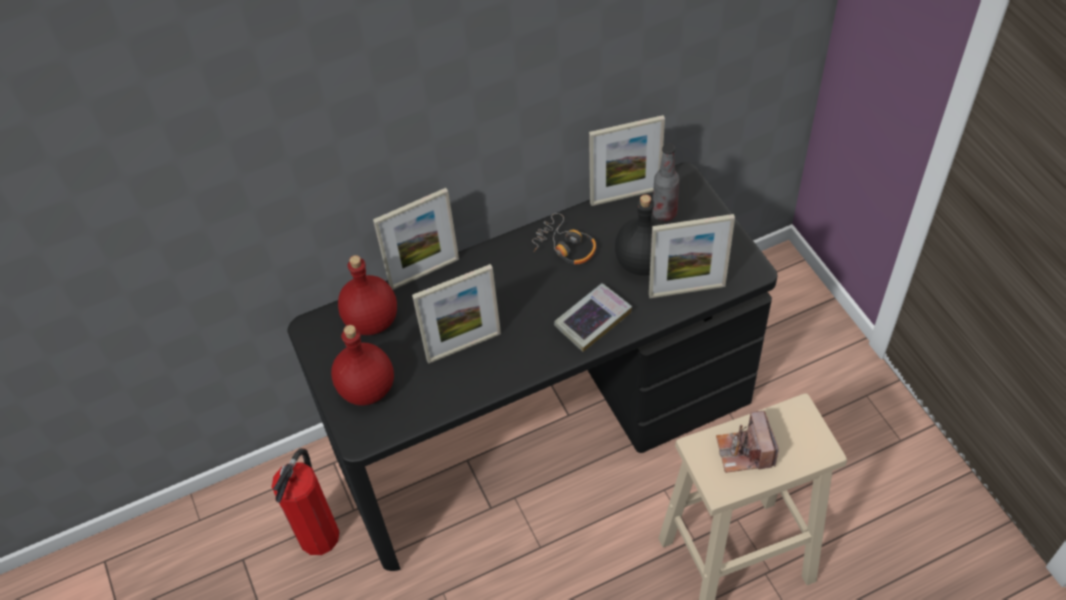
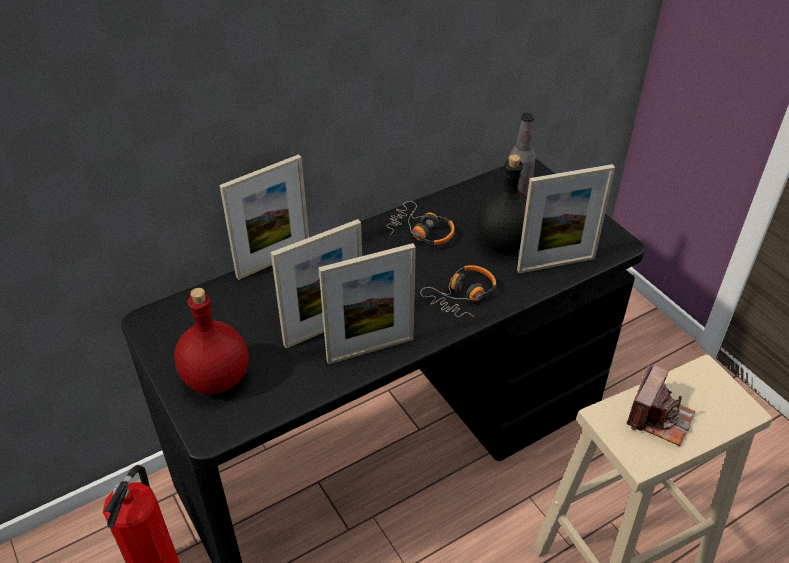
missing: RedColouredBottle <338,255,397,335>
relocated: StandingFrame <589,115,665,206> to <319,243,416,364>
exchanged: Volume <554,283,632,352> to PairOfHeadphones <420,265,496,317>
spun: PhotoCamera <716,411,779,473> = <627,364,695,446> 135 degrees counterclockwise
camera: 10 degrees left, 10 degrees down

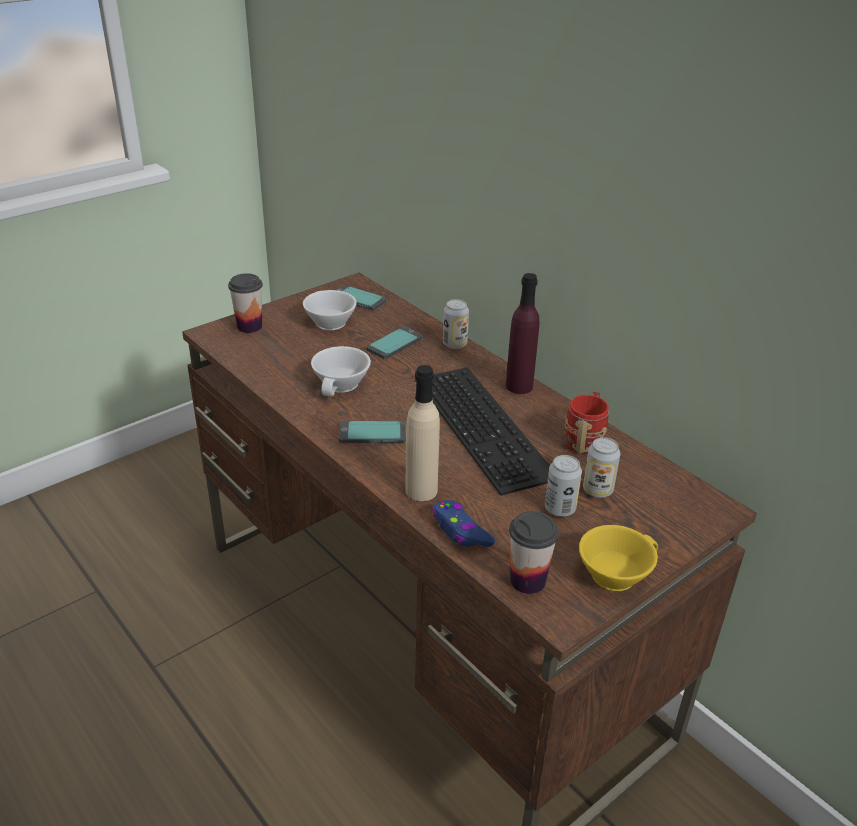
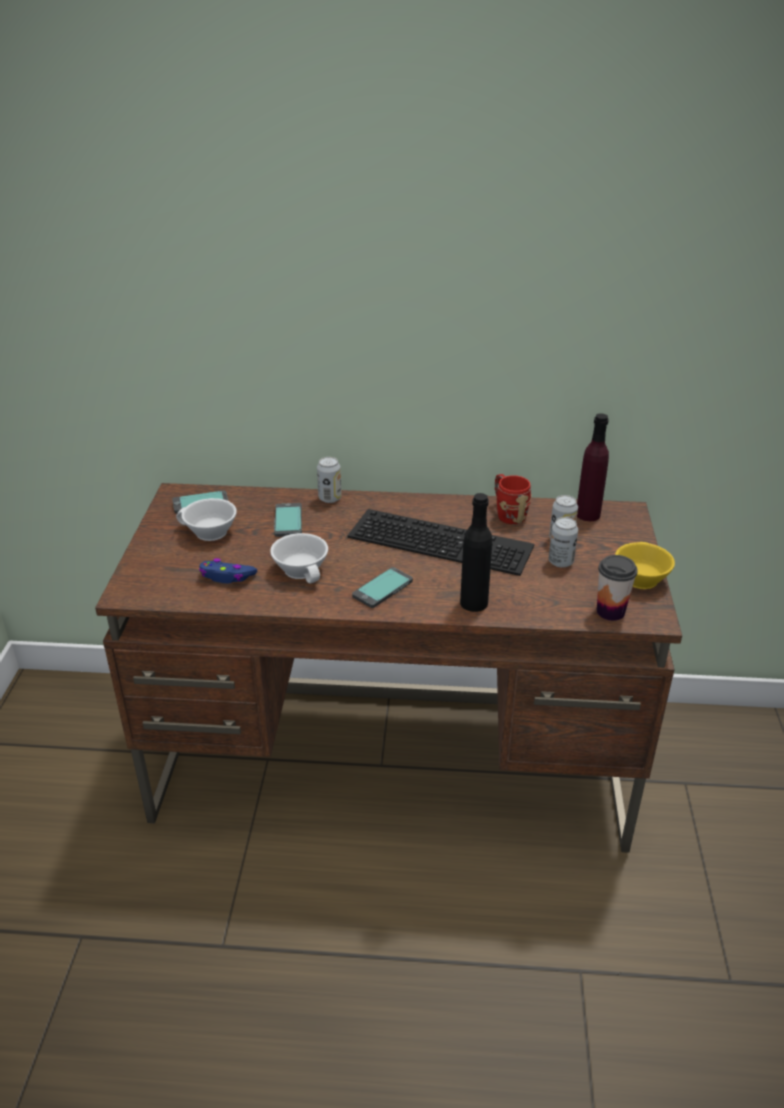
missing: DrinkingCup <228,273,263,333>
relocated: BlueGameController <432,500,495,547> to <199,558,257,583>; PurpleBottle <506,273,539,394> to <577,413,609,521>
colour: BeigeBottle <406,365,440,501> to BlackishBottle <460,493,492,612>
camera: 45 degrees left, 0 degrees up

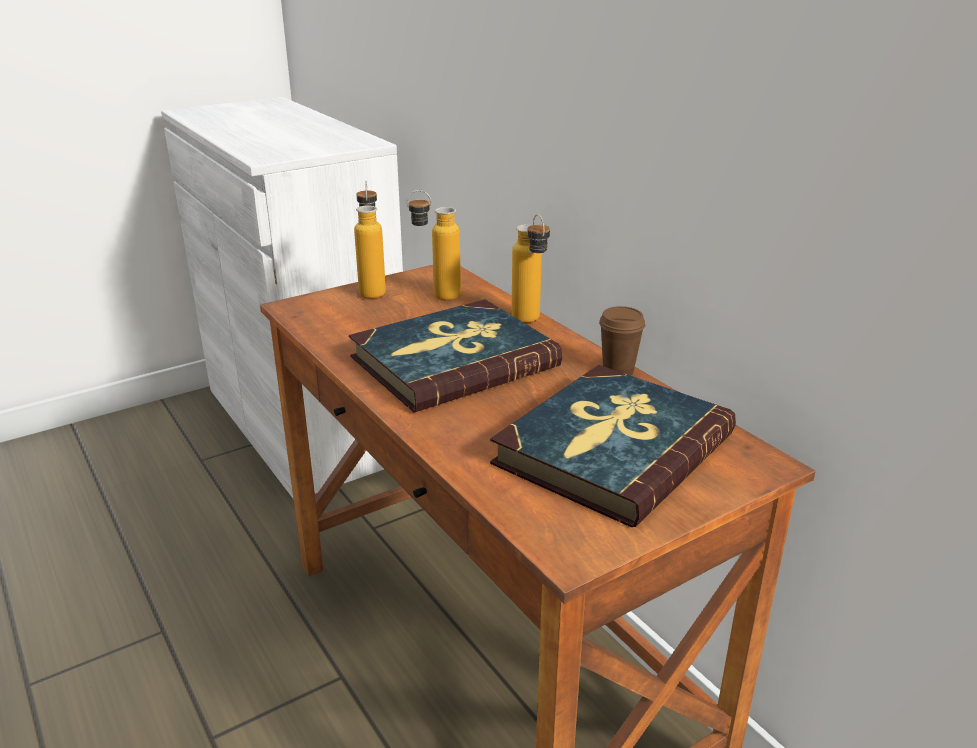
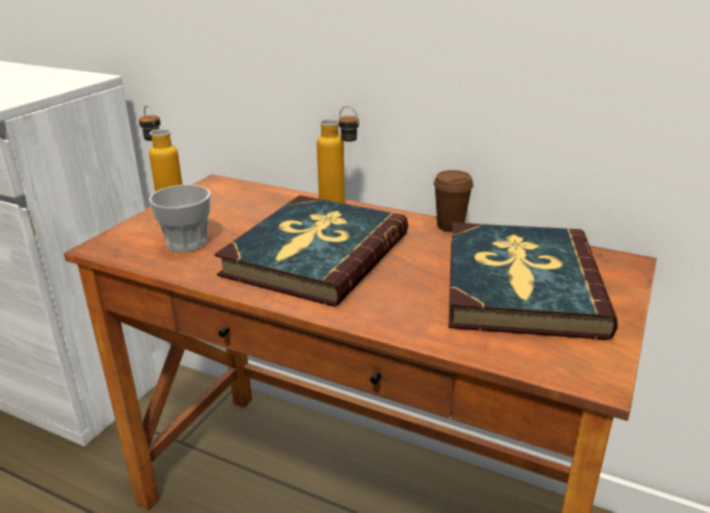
missing: Bottle <407,190,461,301>
appeared: DrinkingCup <149,185,211,252>
camera: 30 degrees left, 0 degrees up

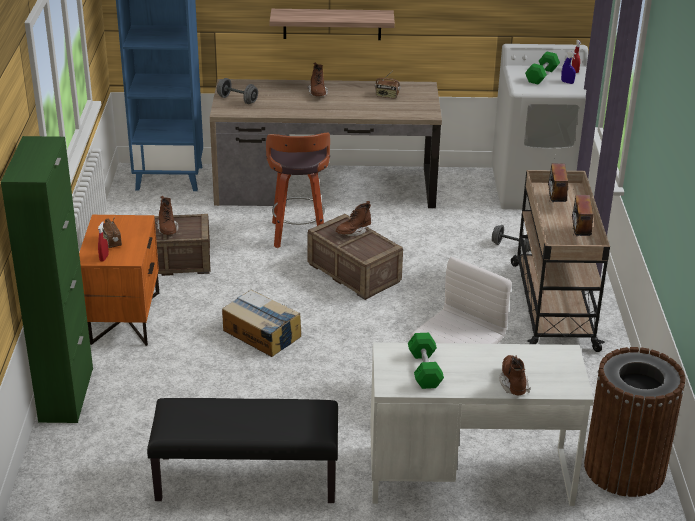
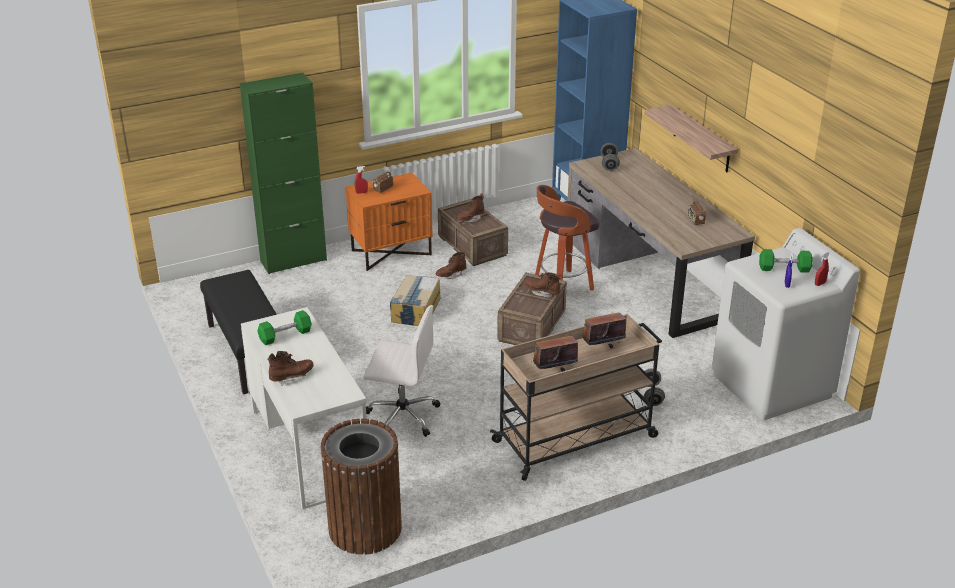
relocated: BrownishBoot <307,63,328,97> to <436,250,467,279>
camera: 65 degrees right, 0 degrees up

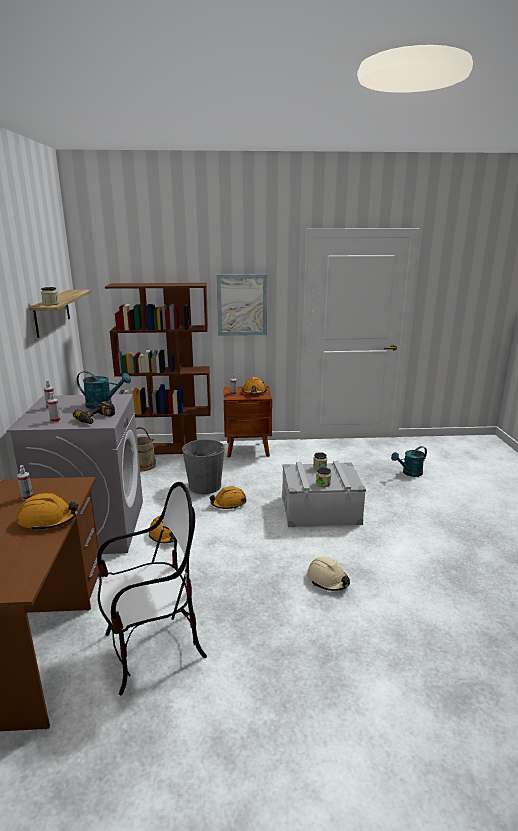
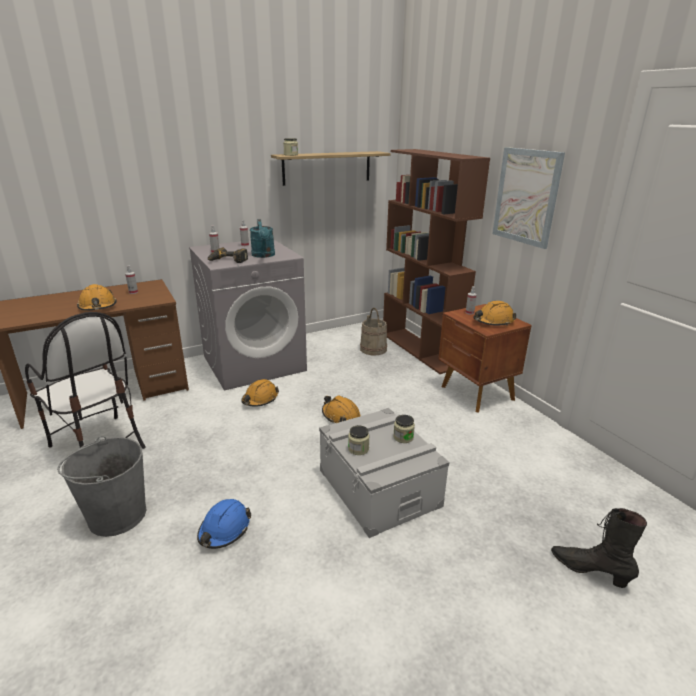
relocated: GrayBucket <182,439,225,494> to <57,436,146,537>
exchanged: BlueGreenWateringCan <391,446,427,477> to BlackishBoot <551,508,647,588>
colour: BeigeHardHat <307,557,350,591> to BlueHardHat <197,499,251,549>
camera: 65 degrees right, 5 degrees up

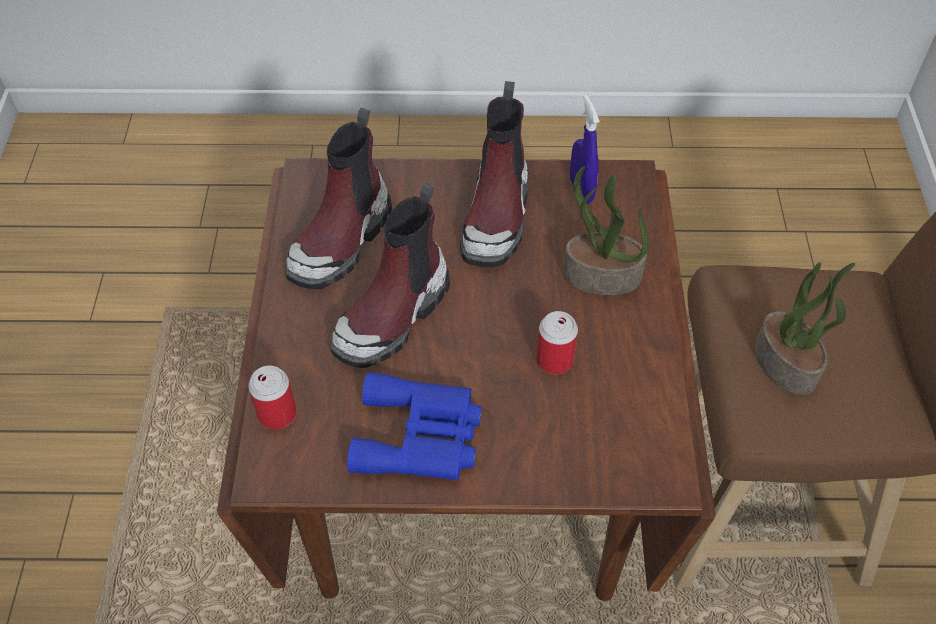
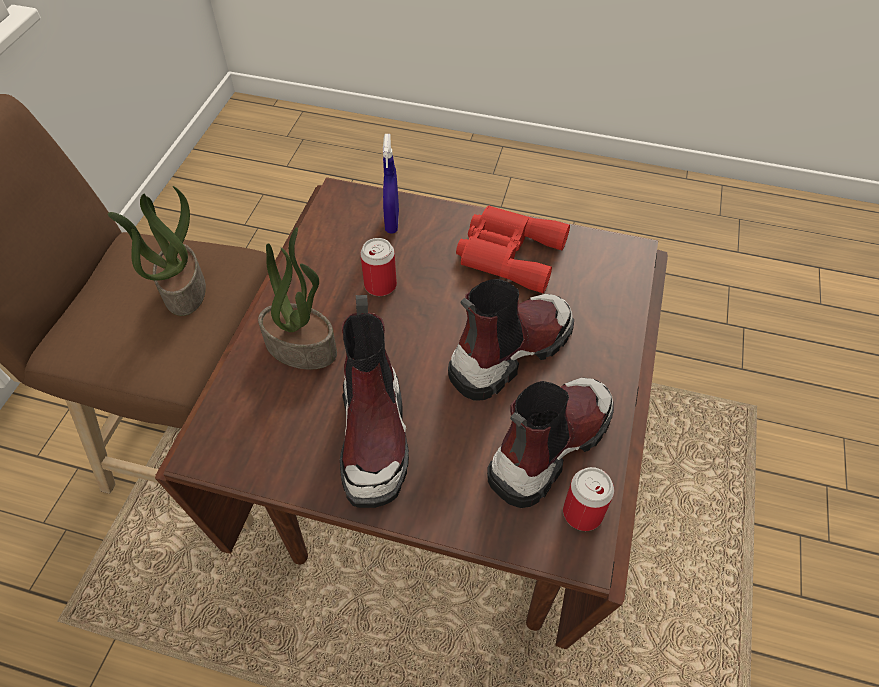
relocated: MetalCan <248,365,296,430> to <563,467,614,531>; BlueSprayer <570,94,600,204> to <383,134,399,234>
colour: BlueBinoculars <347,372,482,480> to RedColouredBinoculars <456,206,570,293>
spun: Boot <460,81,529,267> = <340,295,409,508> 150 degrees clockwise
camera: 165 degrees left, 0 degrees up

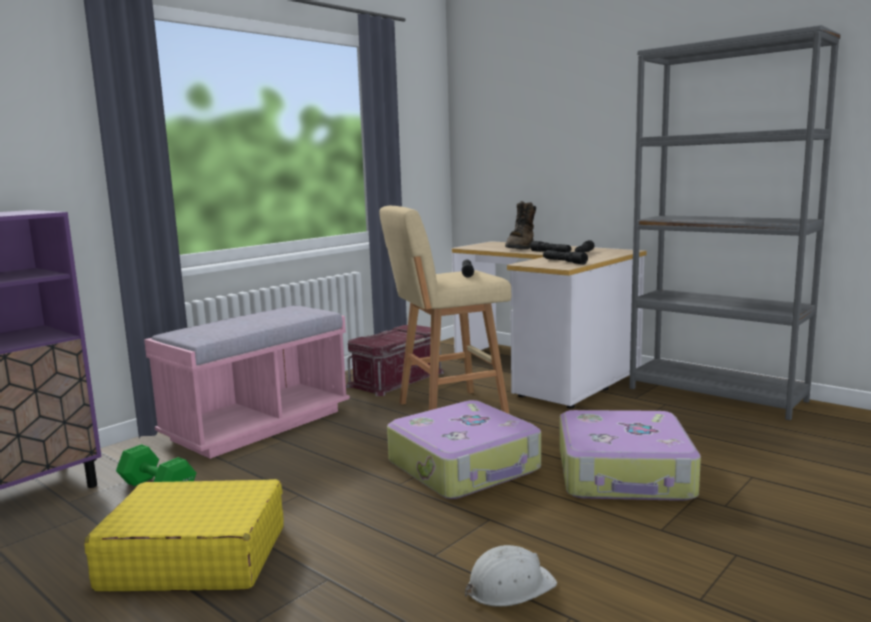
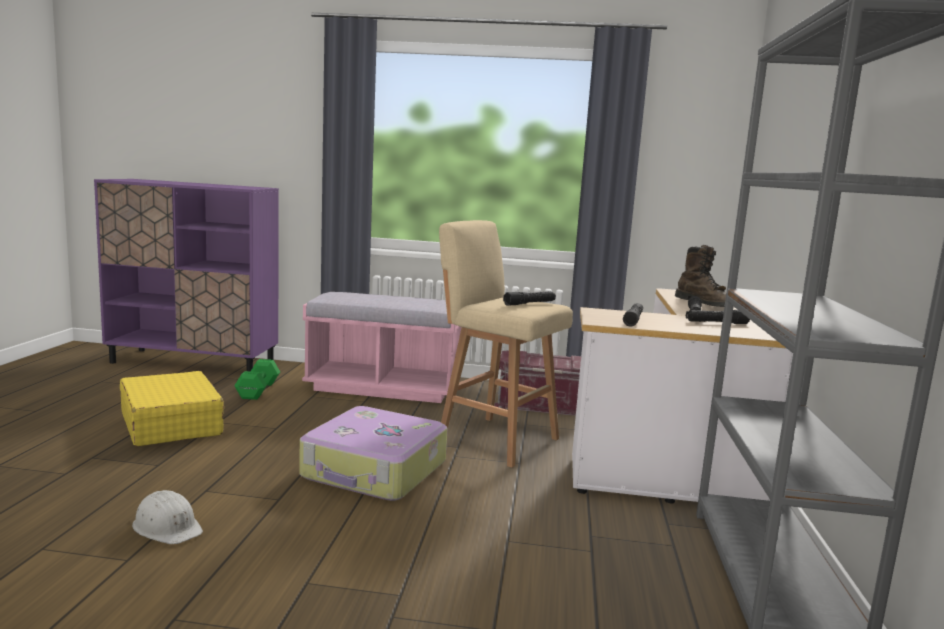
missing: Suitcase <560,410,701,501>
spun: BrownishBoot <505,201,536,249> = <675,245,726,307> 105 degrees counterclockwise
camera: 55 degrees right, 0 degrees up

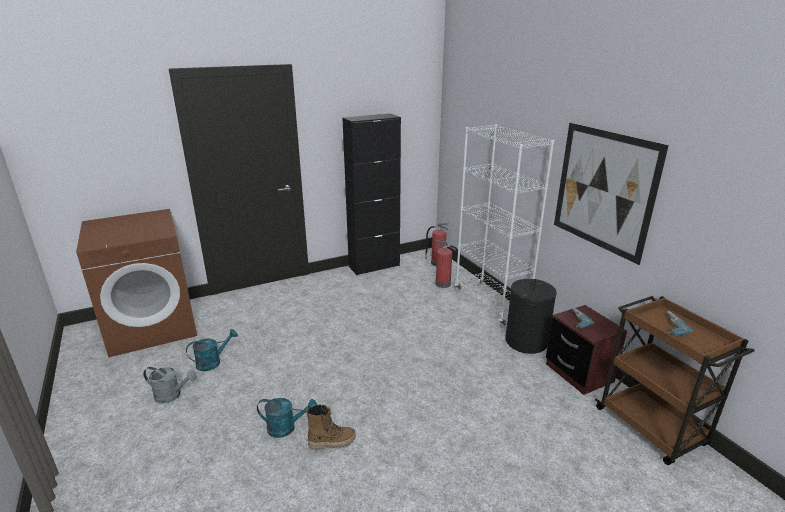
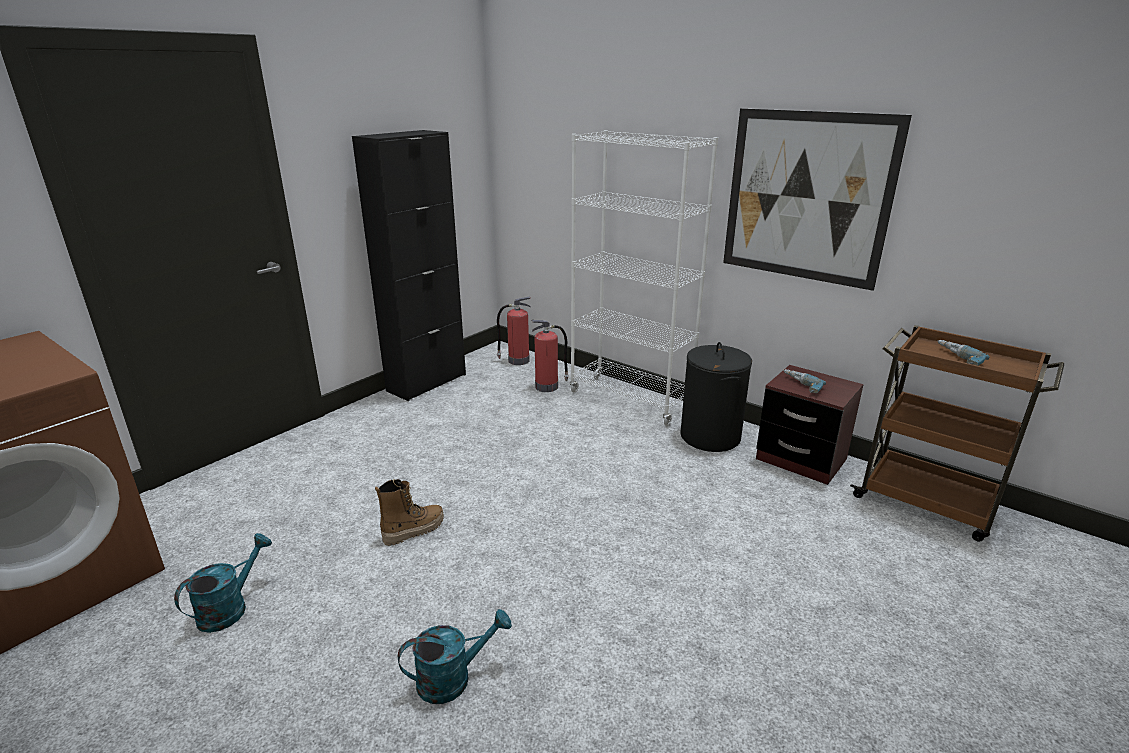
missing: GrayWateringCan <143,367,197,404>
relocated: Boot <306,404,356,450> to <375,479,444,546>
camera: 25 degrees left, 0 degrees up

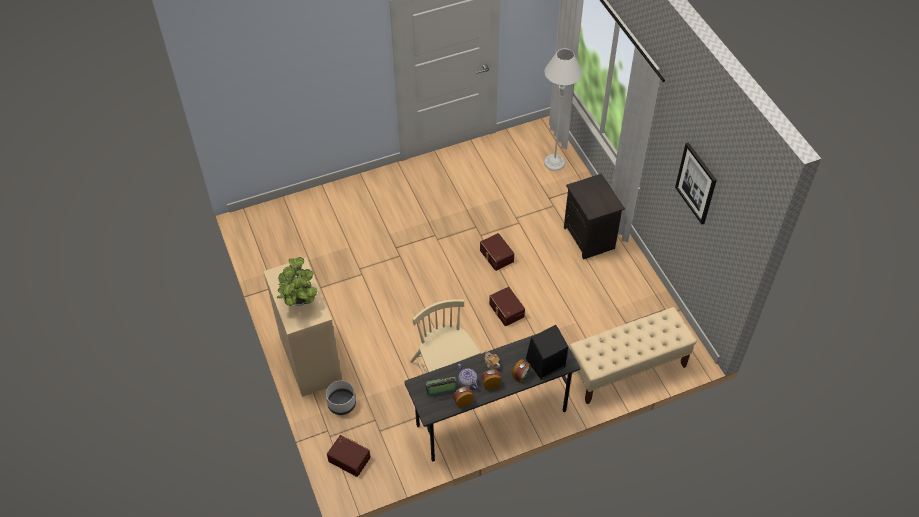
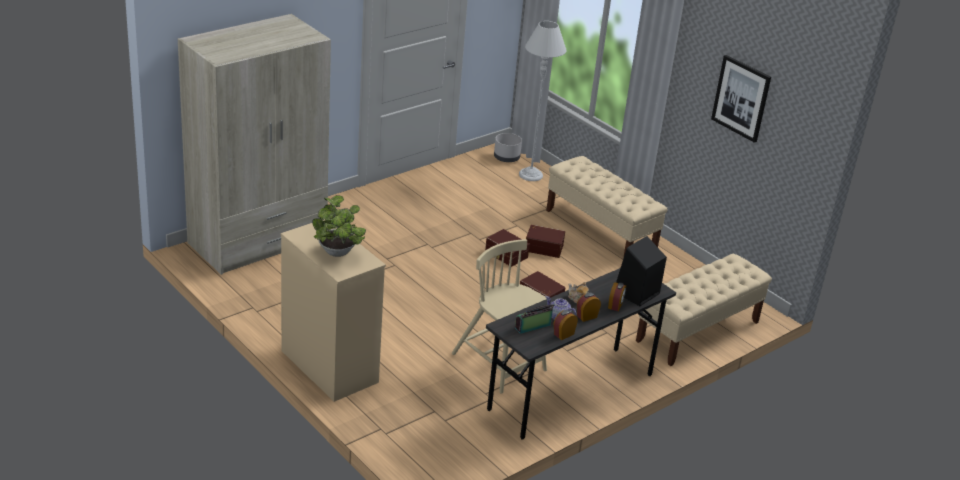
appeared: BeigeArmoire <178,14,331,275>
relocated: GrayFlowerPot <326,380,356,415> to <494,133,522,162>; BrownishStorageContainer <327,435,371,477> to <526,225,565,258>
exchanged: BlackishNightTable <564,174,625,260> to BeigeLongSeat <546,156,668,255>
camera: 20 degrees left, 20 degrees down

